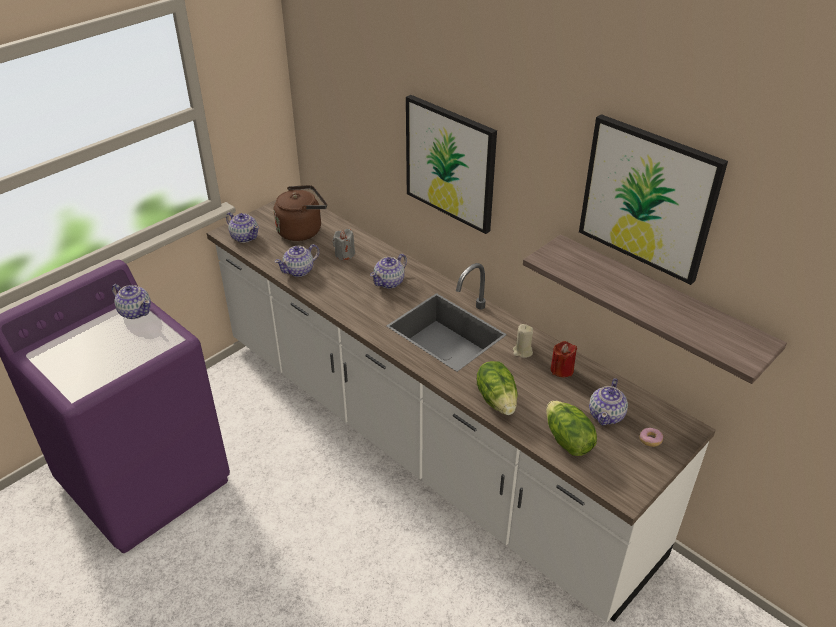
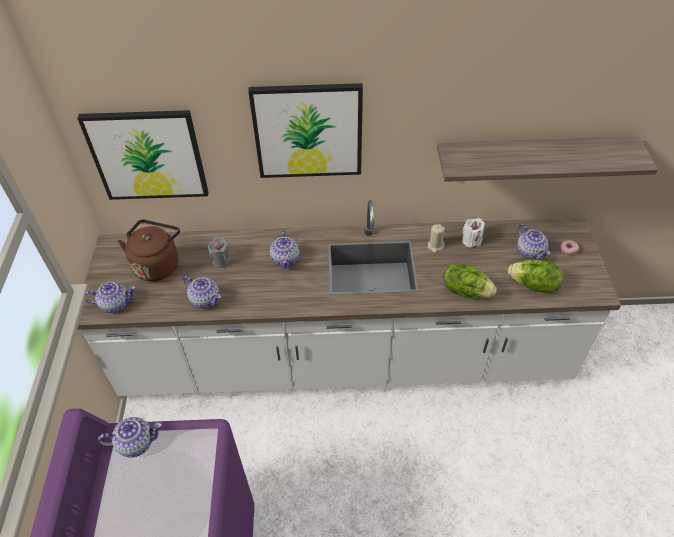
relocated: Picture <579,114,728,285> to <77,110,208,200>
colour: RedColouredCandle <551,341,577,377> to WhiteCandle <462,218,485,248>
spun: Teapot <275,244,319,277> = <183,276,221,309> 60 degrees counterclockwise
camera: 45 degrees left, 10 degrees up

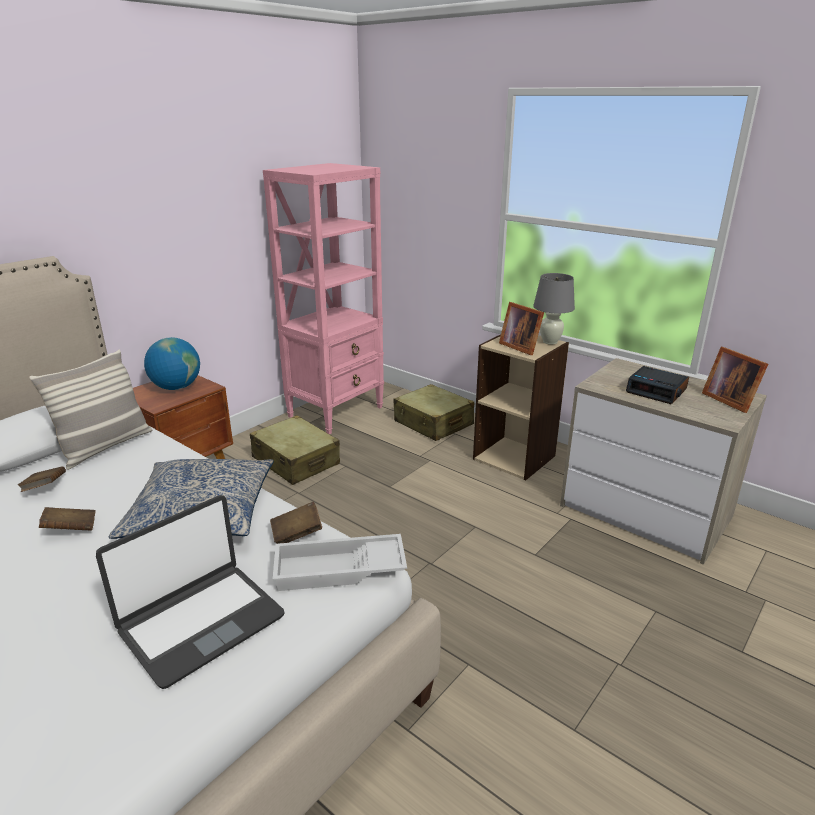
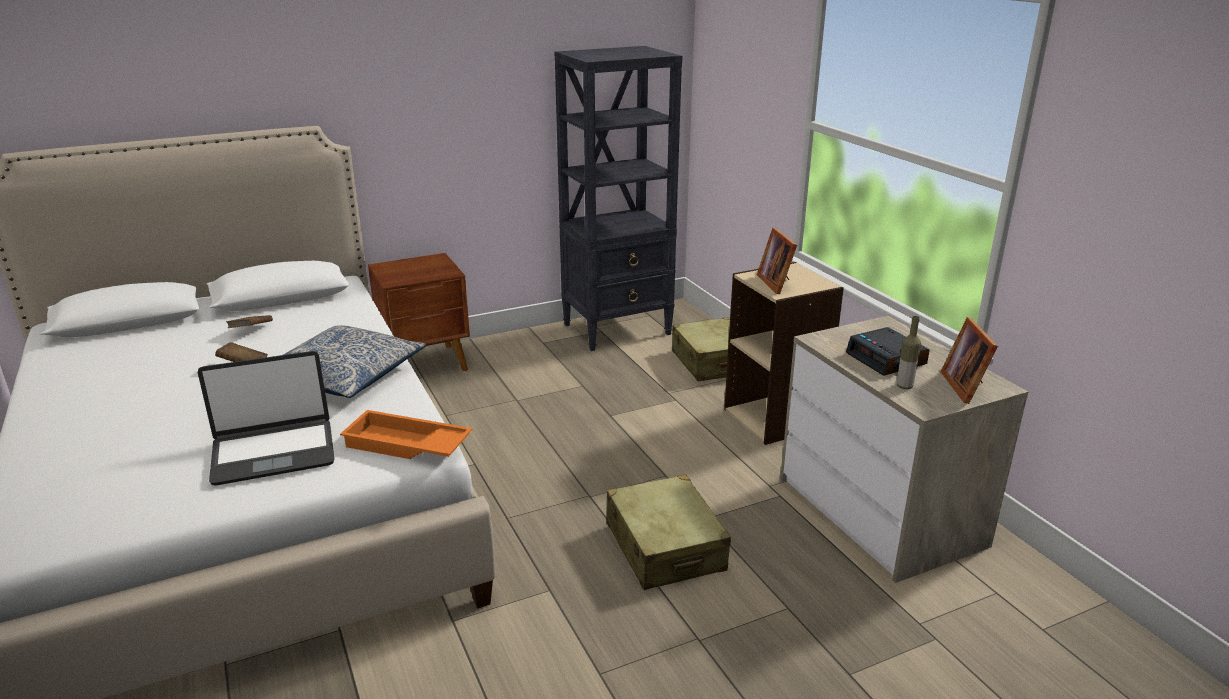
missing: Cushion <29,349,152,470>; WorldGlobe <144,337,200,390>; BrownishVolume <270,502,322,544>; GrayTabletopLamp <533,273,575,345>
appeared: Bottle <897,316,921,389>
relocated: BeigeSuitcase <250,415,340,485> to <606,475,731,590>
colour: PinkColouredBookshelf <263,163,384,434> to BlackishBookshelf <555,46,682,351>; WhiteTray <273,534,407,591> to OrangeTray <340,410,472,459>
camera: 25 degrees right, 0 degrees up

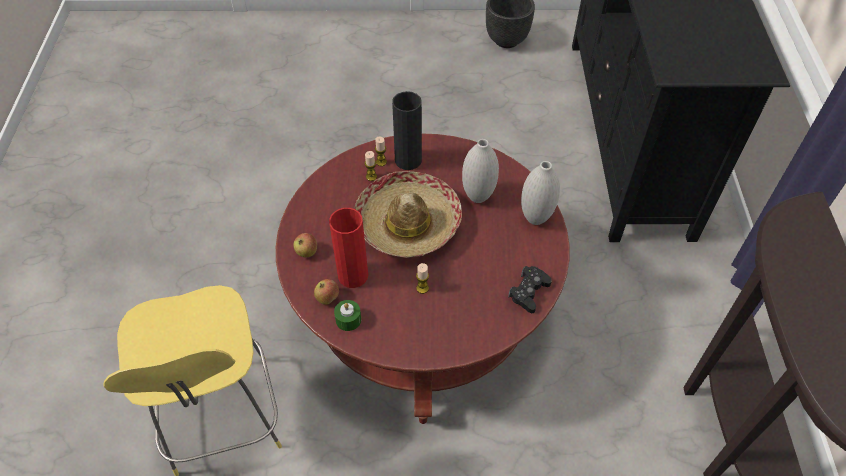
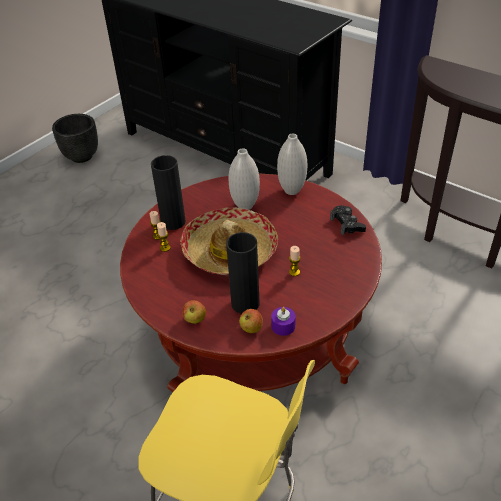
colour: RedColouredVase <329,208,368,288> to BlackishVase <226,232,260,314>; GreenishCandle <334,300,361,331> to PurpleCandle <271,307,296,336>
camera: 50 degrees left, 10 degrees down

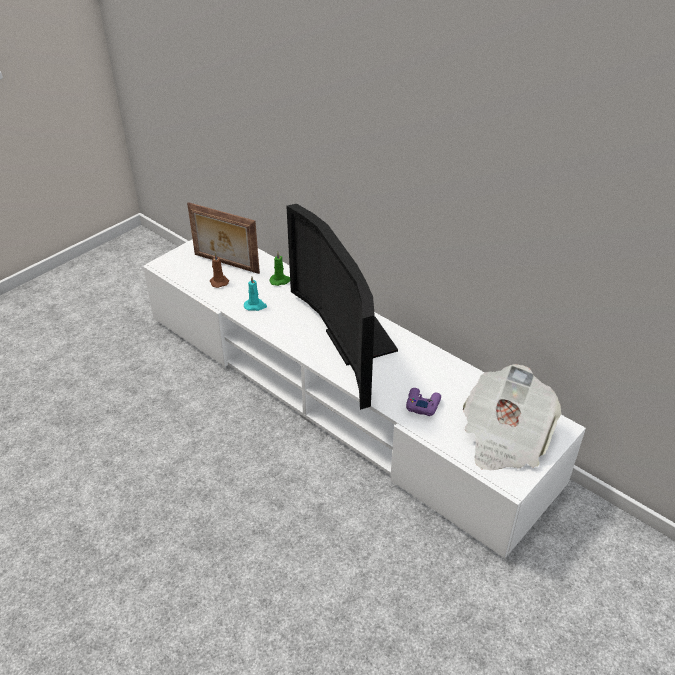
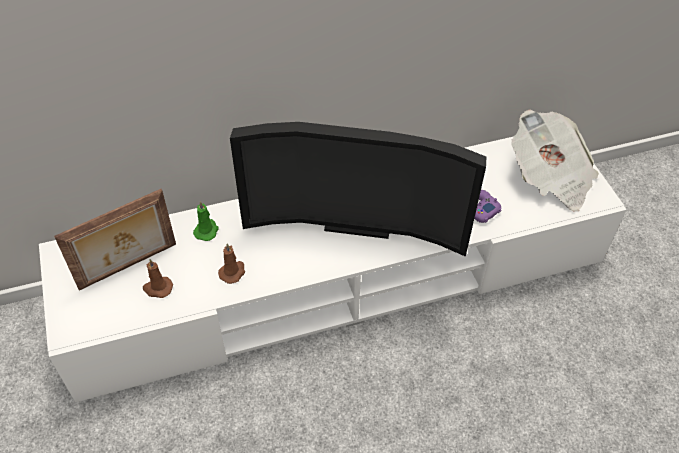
colour: BlueGreenCandle <244,277,267,311> to BrownishCandle <218,243,245,284>
camera: 60 degrees left, 10 degrees up

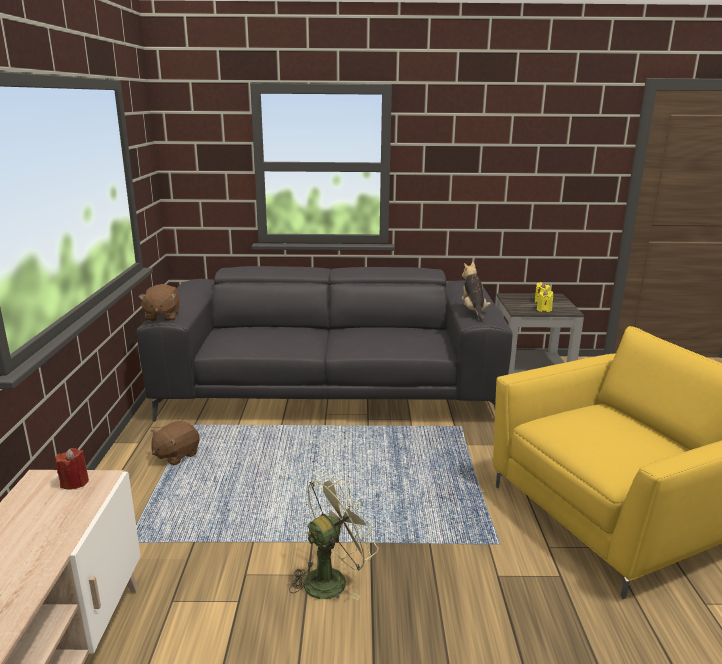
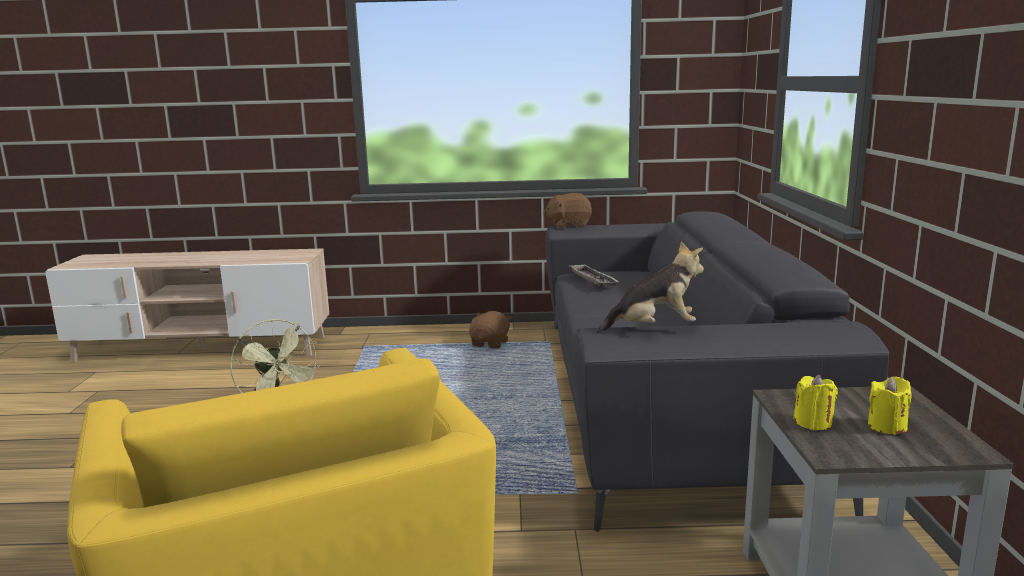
missing: RedColouredCandle <56,448,89,490>
appeared: Tray <569,264,620,286>
spun: BrownishPlushToy <151,421,200,465> = <469,311,511,349> 75 degrees clockwise
camera: 90 degrees right, 5 degrees down

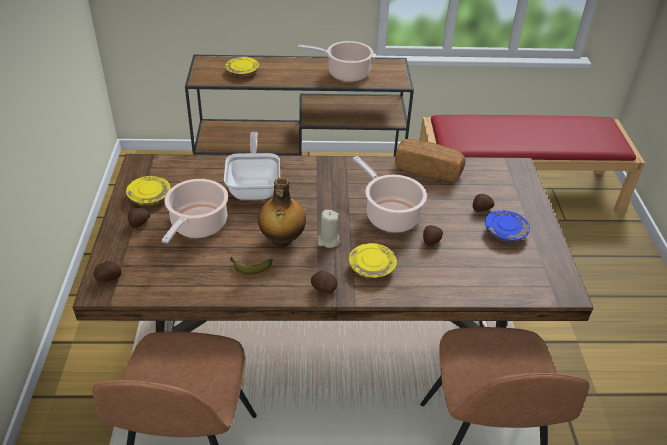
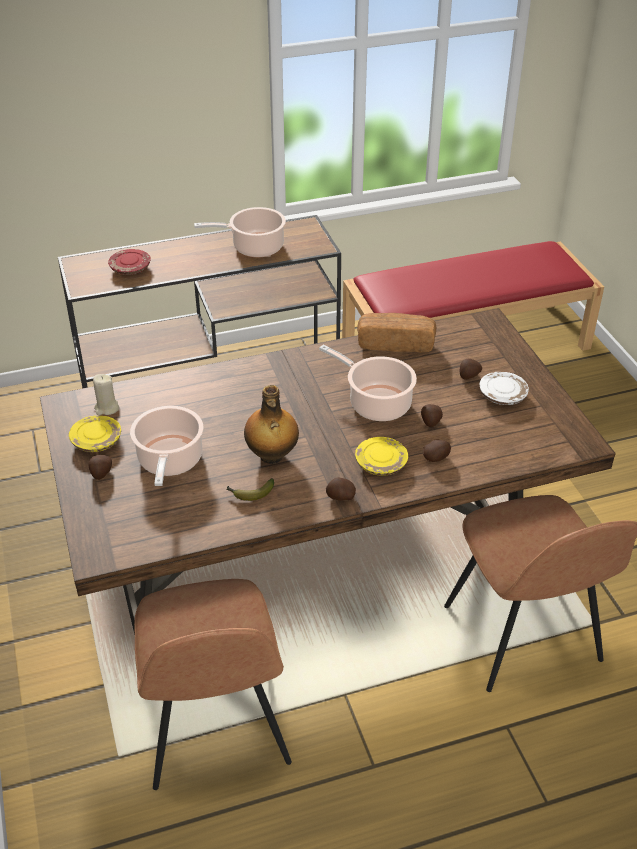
missing: Skillet <224,132,280,200>
relocated: Spud <94,261,121,281> to <423,440,451,462>; BeigeCandle <317,210,340,248> to <93,374,119,415>
colour: YellowPlate <225,57,259,76> to RedColouredPlate <108,249,151,275>; BluePlate <485,210,530,242> to WhitePlate <480,372,529,405>
camera: 15 degrees left, 0 degrees up

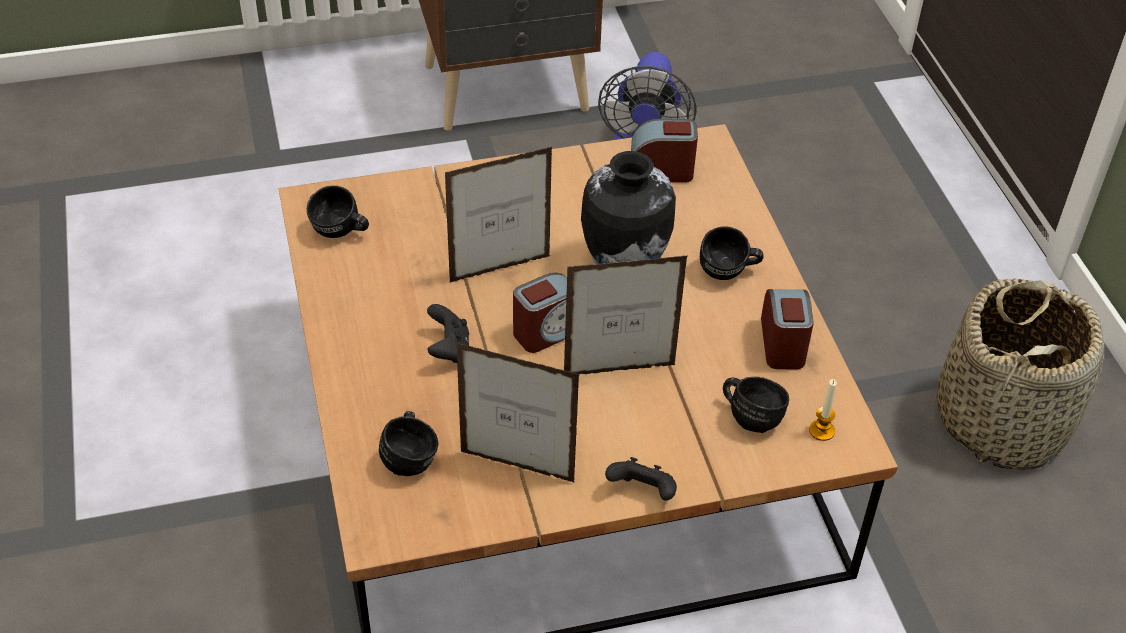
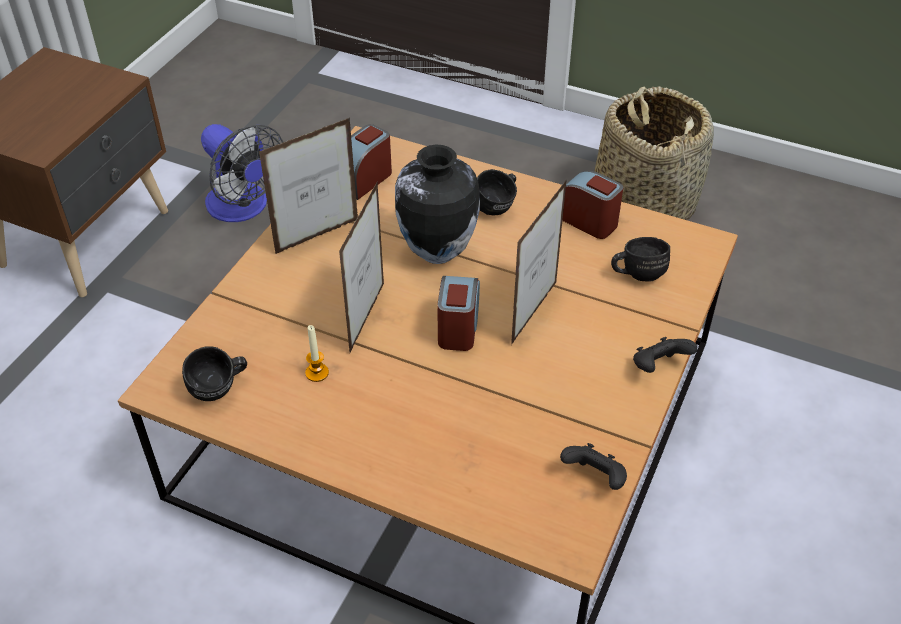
missing: BlackishMug <379,411,438,476>
relocated: BlackishGameController <427,304,469,363> to <560,443,627,490>; StandingFrame <456,343,580,483> to <259,118,358,254>; Candle <809,379,837,441> to <305,325,329,382>
camera: 50 degrees left, 0 degrees up

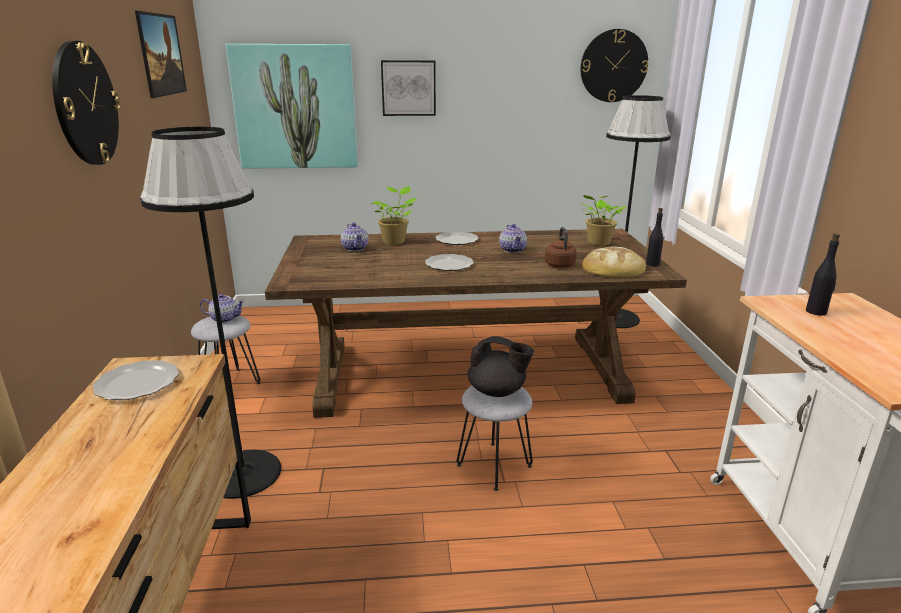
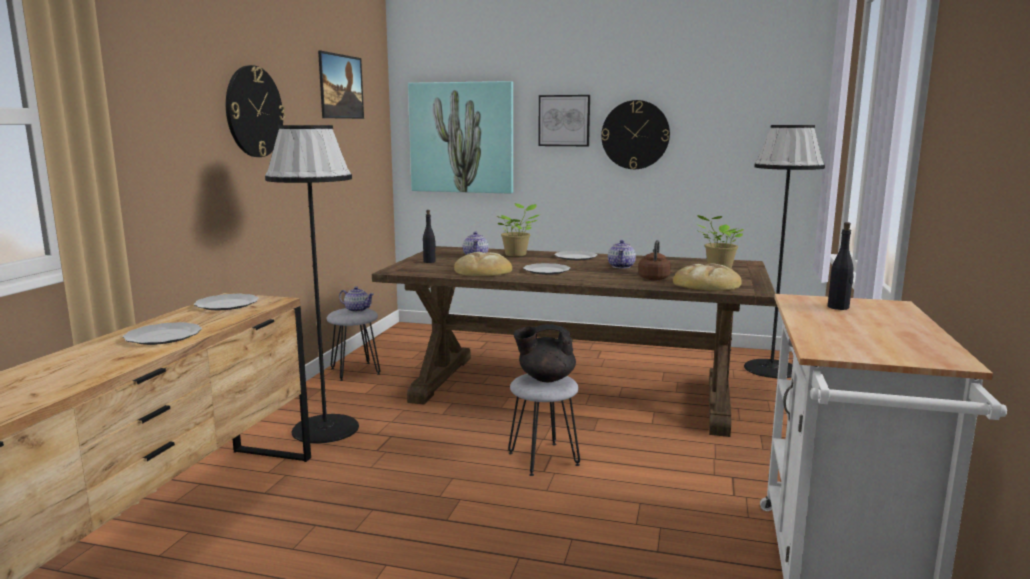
appeared: Plate <123,322,202,345>; Bread <454,252,512,276>
relocated: WallClock <581,29,648,102> to <601,100,670,169>; BlackishBottle <646,208,663,267> to <423,210,436,263>
spun: BlackishTeapot <468,336,534,397> = <514,324,576,382> 135 degrees clockwise
camera: 20 degrees right, 10 degrees down

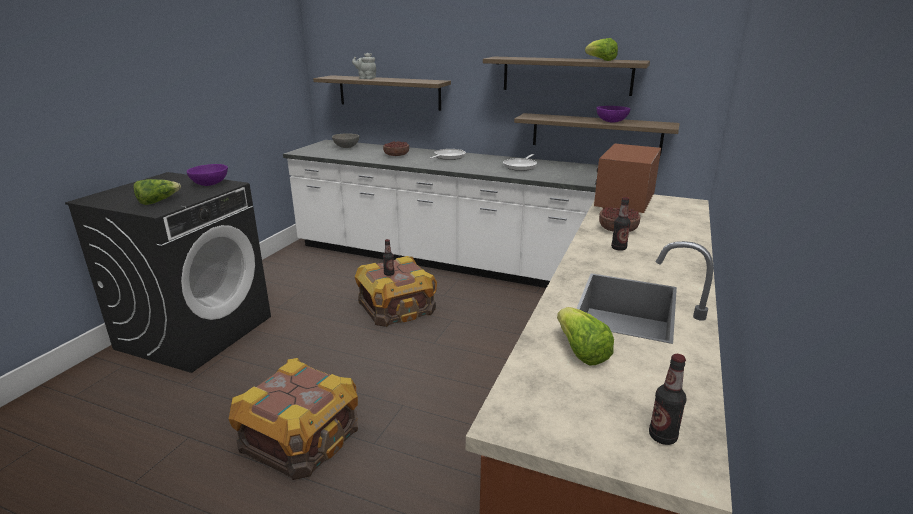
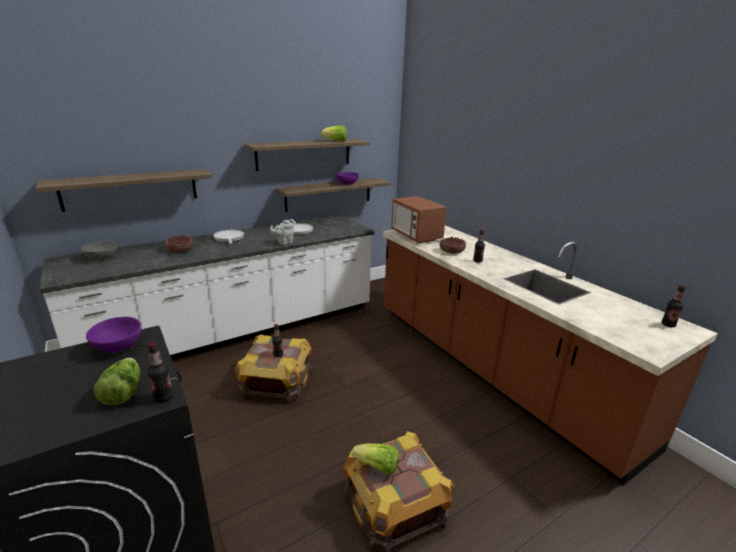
appeared: Bottle <147,342,173,402>
relocated: GrayTeapot <352,53,376,79> to <270,220,294,245>; Lettuce <557,307,614,366> to <352,443,399,475>
camera: 55 degrees left, 0 degrees up

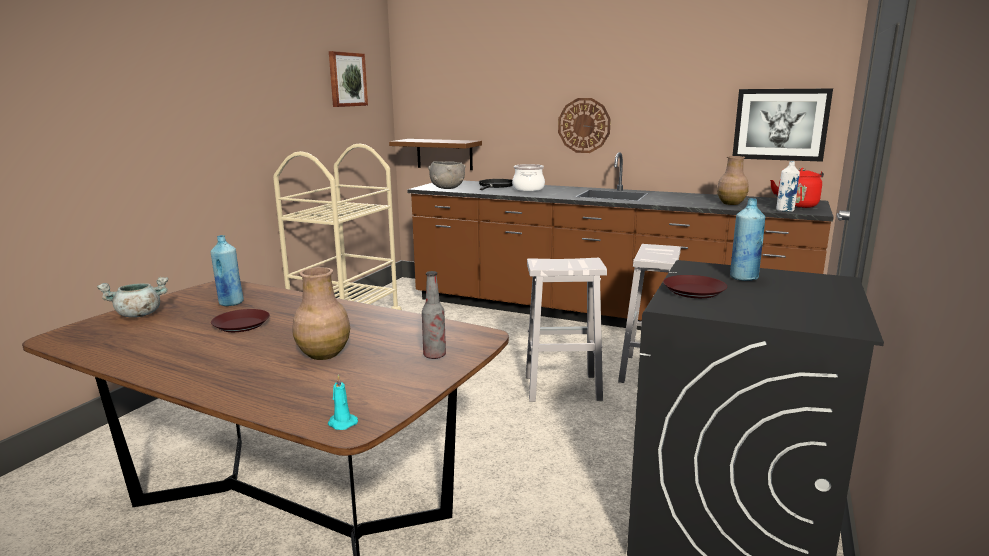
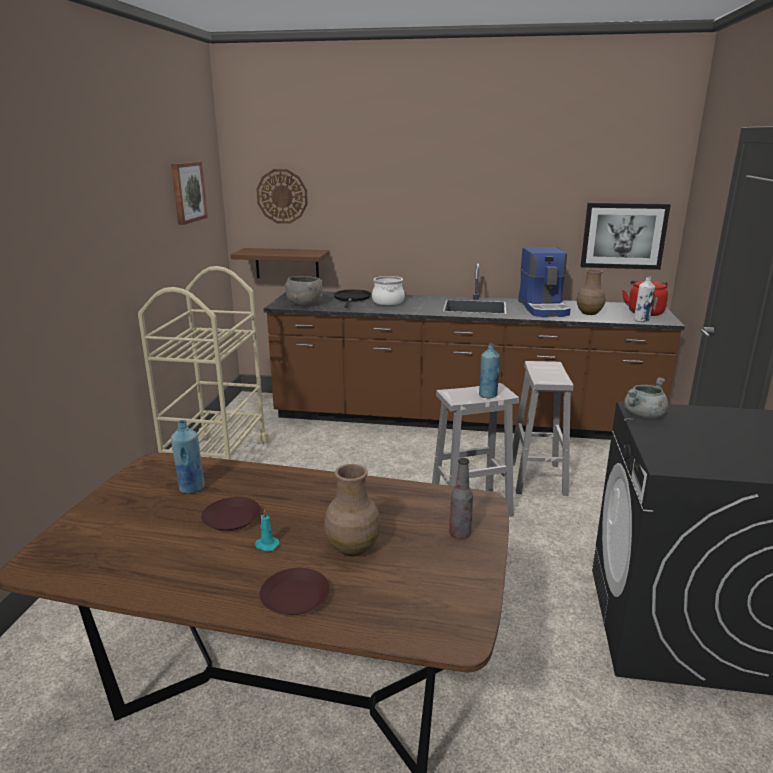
appeared: CoffeeBrewer <518,247,571,317>
relocated: GrayCookingPot <97,277,168,318> to <624,377,668,418>; BlueGreenCandle <328,374,358,430> to <255,509,280,552>; WallClock <558,98,611,153> to <256,169,308,224>; BrownishPlate <663,275,727,298> to <259,568,330,615>; BlueBottle <730,198,765,281> to <479,344,500,399>
camera: 15 degrees left, 5 degrees up

